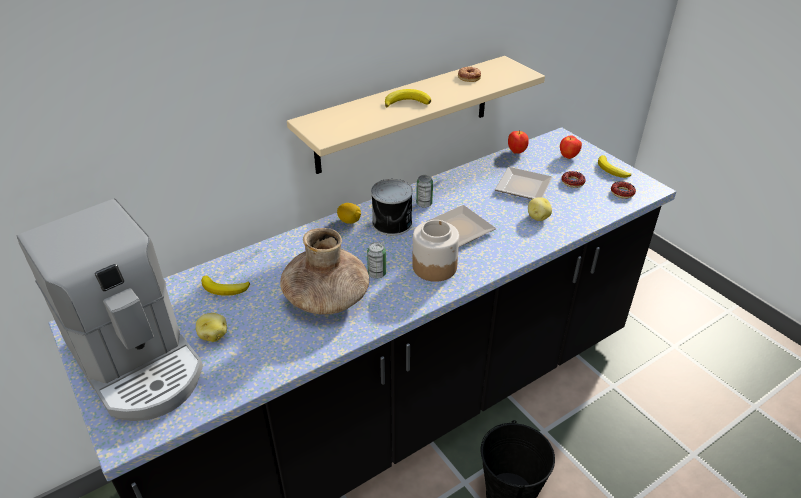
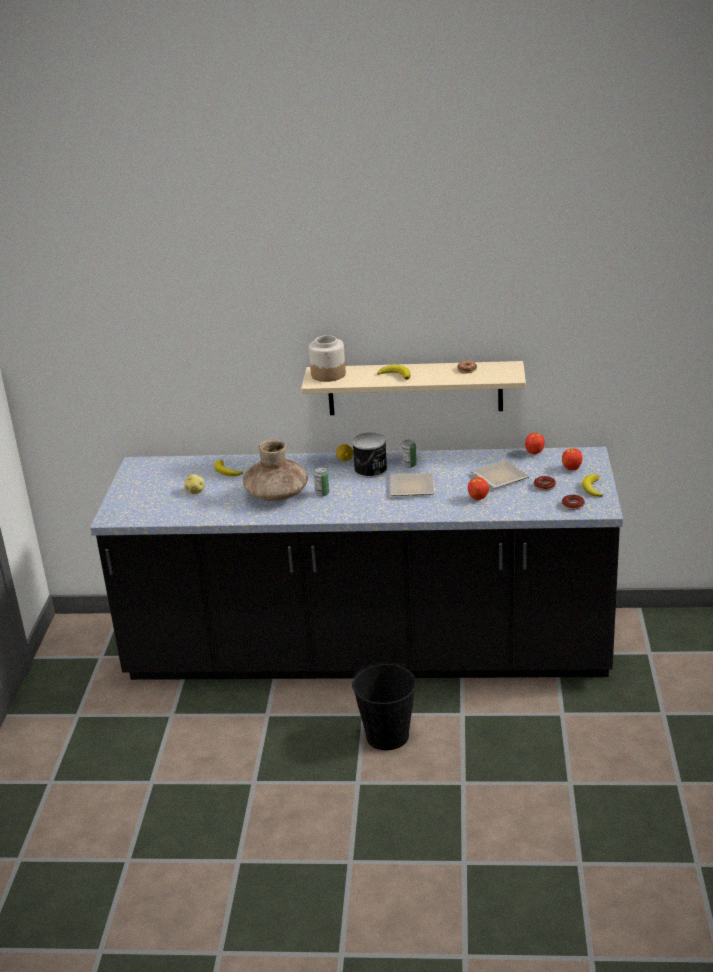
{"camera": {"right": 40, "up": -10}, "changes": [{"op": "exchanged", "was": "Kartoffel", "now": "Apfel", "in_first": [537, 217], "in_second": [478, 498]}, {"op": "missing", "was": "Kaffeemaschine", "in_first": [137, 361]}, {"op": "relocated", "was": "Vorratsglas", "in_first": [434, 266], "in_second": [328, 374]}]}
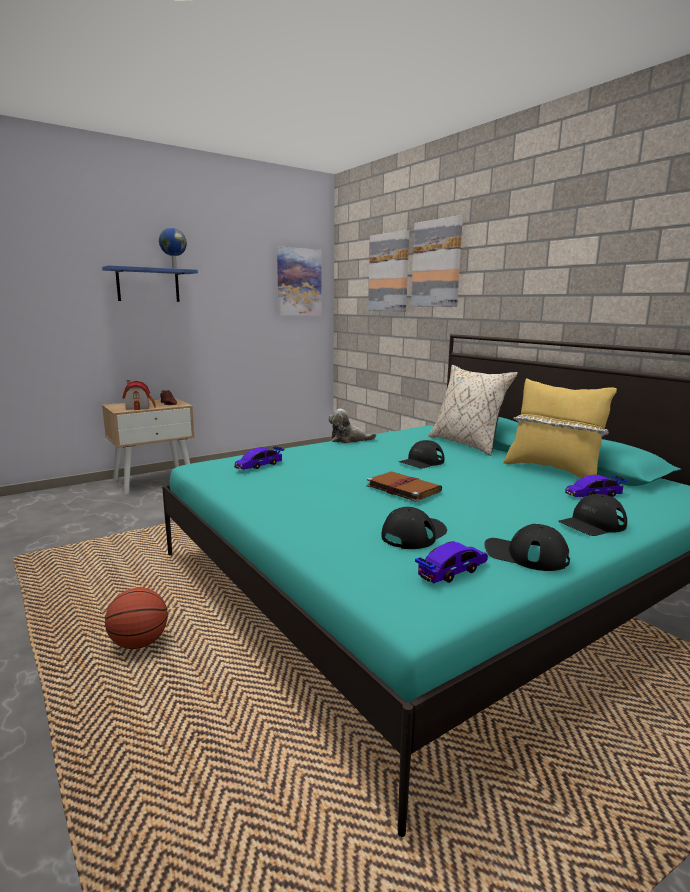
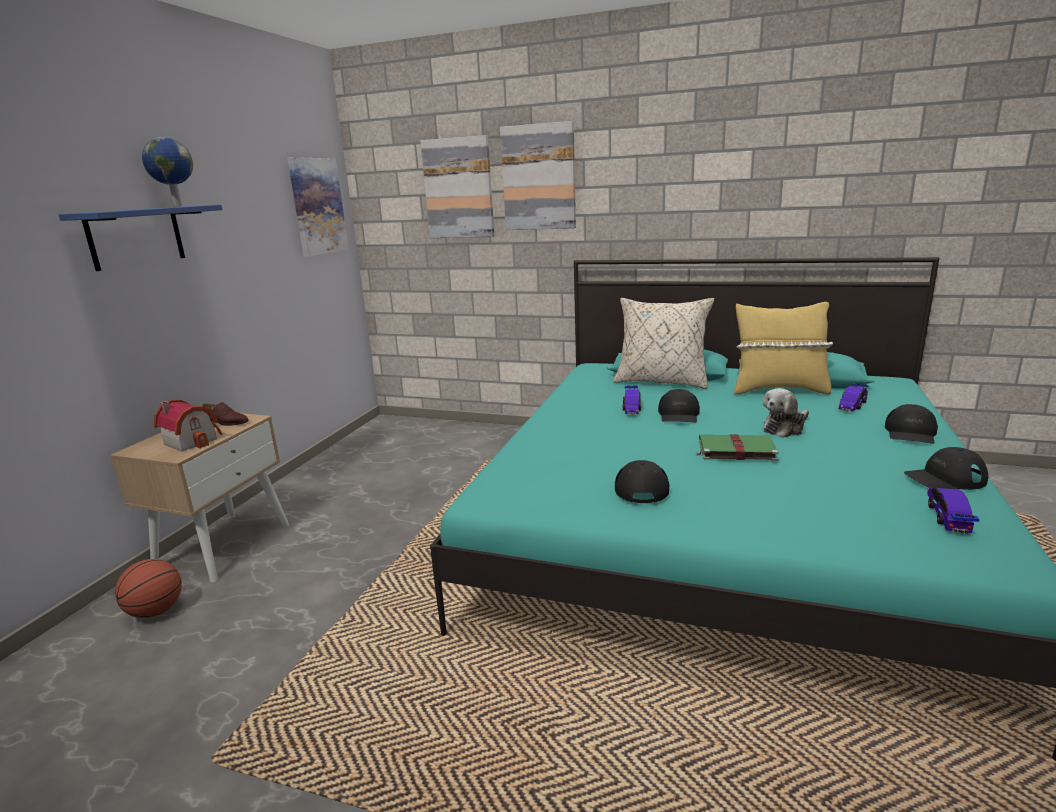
{"camera": {"right": -35, "up": 5}, "changes": [{"op": "relocated", "was": "Plüschtier", "in_first": [348, 440], "in_second": [785, 428]}, {"op": "relocated", "was": "Spielzeugauto", "in_first": [259, 465], "in_second": [631, 407]}, {"op": "colour", "was": "Buch [braun]", "now": "Buch [grün]", "in_first": [402, 488], "in_second": [735, 450]}, {"op": "relocated", "was": "Kappe [schwarz]", "in_first": [414, 534], "in_second": [641, 486]}, {"op": "relocated", "was": "Basketball", "in_first": [139, 643], "in_second": [156, 611]}]}
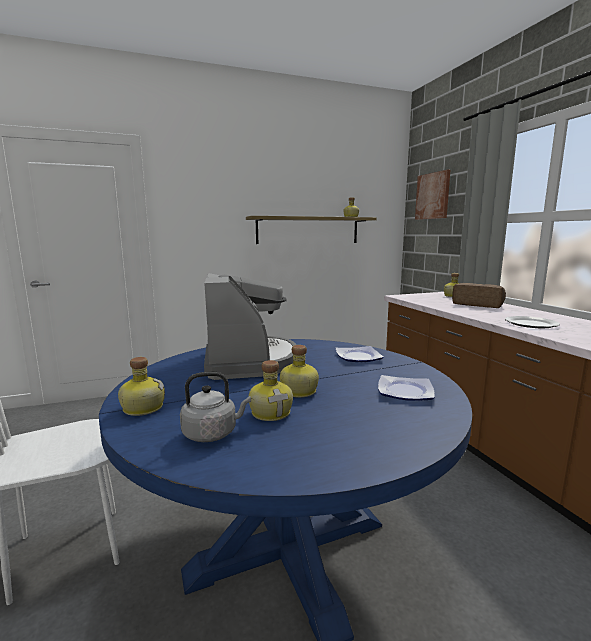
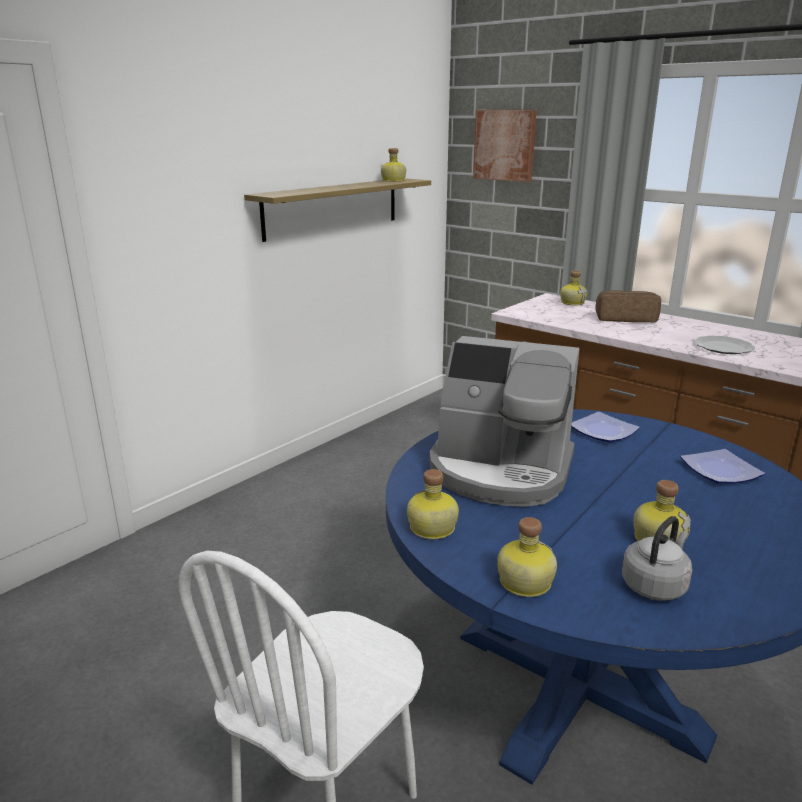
{"camera": {"right": -30, "up": 10}, "changes": [{"op": "spun", "was": "Kaffeemaschine", "in_first": [249, 361], "in_second": [500, 471], "clockwise": 150}, {"op": "relocated", "was": "Flasche", "in_first": [298, 391], "in_second": [431, 528]}]}
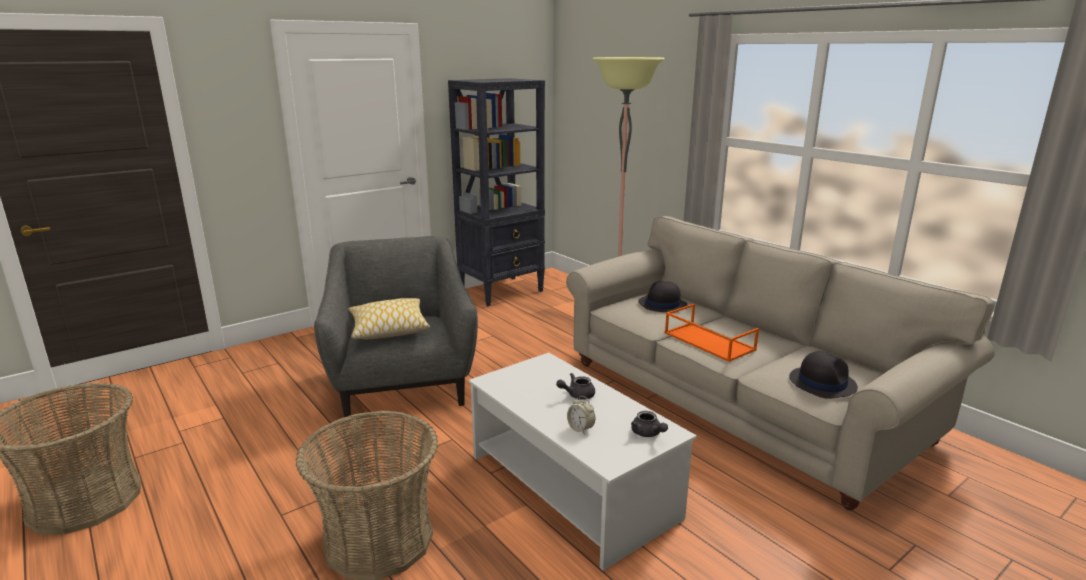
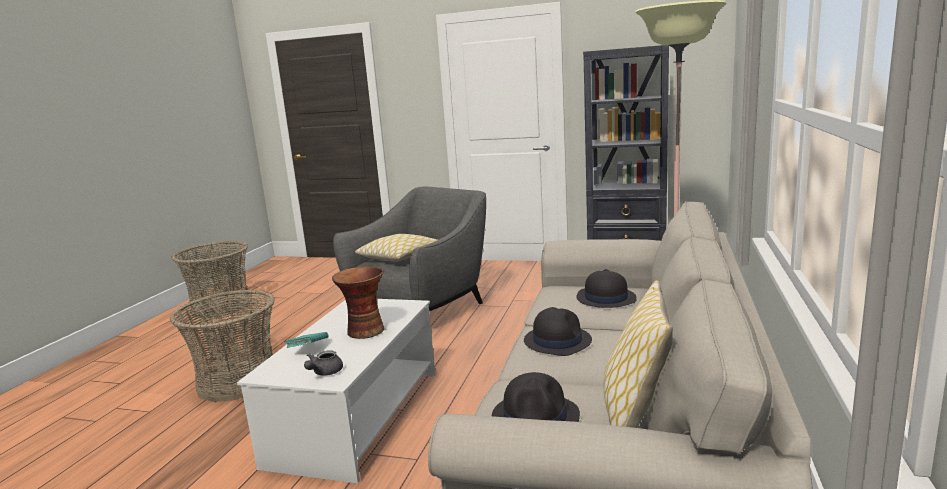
{"camera": {"right": 55, "up": -5}, "changes": [{"op": "exchanged", "was": "Tablett [orange]", "now": "Hut [schwarz]", "in_first": [707, 341], "in_second": [557, 340]}, {"op": "exchanged", "was": "Teekanne [grau]", "now": "Vase", "in_first": [577, 395], "in_second": [364, 331]}, {"op": "exchanged", "was": "Wecker", "now": "Buch [türkis]", "in_first": [580, 429], "in_second": [308, 349]}, {"op": "appeared", "now": "Kissen", "in_second": [635, 414]}]}
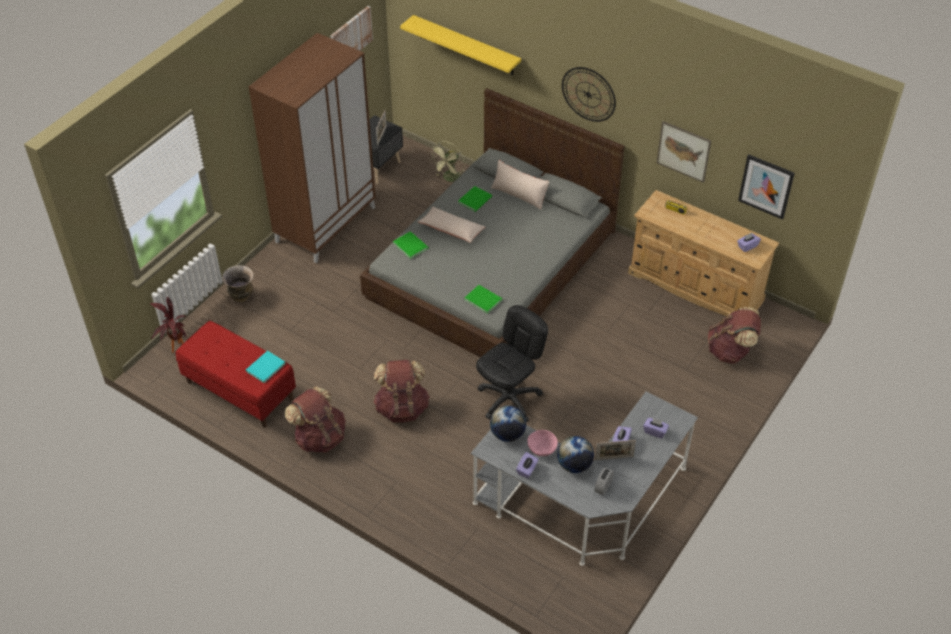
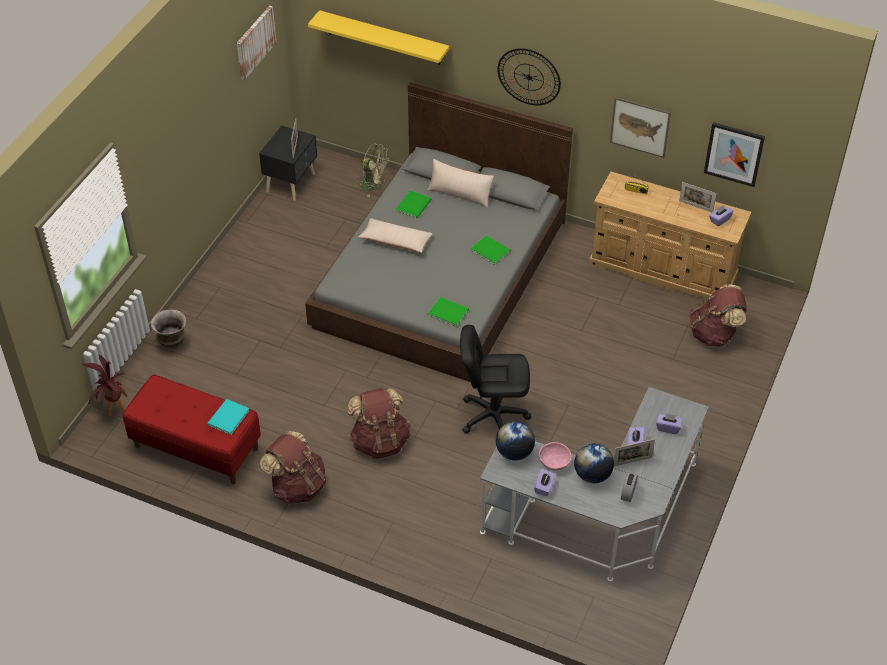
{"camera": {"right": -10, "up": 0}, "changes": [{"op": "missing", "was": "Kleiderschrank [braun]", "in_first": [325, 224]}, {"op": "spun", "was": "Ventilator [grün]", "in_first": [450, 179], "in_second": [373, 186], "clockwise": -90}, {"op": "relocated", "was": "Buch [grün]", "in_first": [410, 245], "in_second": [490, 250]}, {"op": "spun", "was": "Bürostuhl [schwarz]", "in_first": [509, 399], "in_second": [493, 416], "clockwise": -120}, {"op": "appeared", "now": "Bilderrahmen", "in_second": [696, 206]}]}
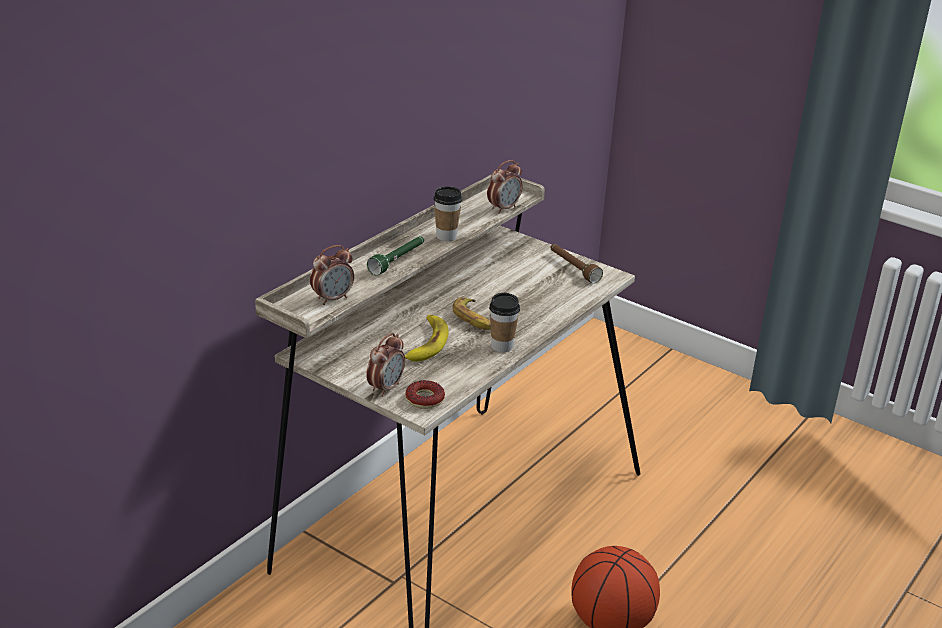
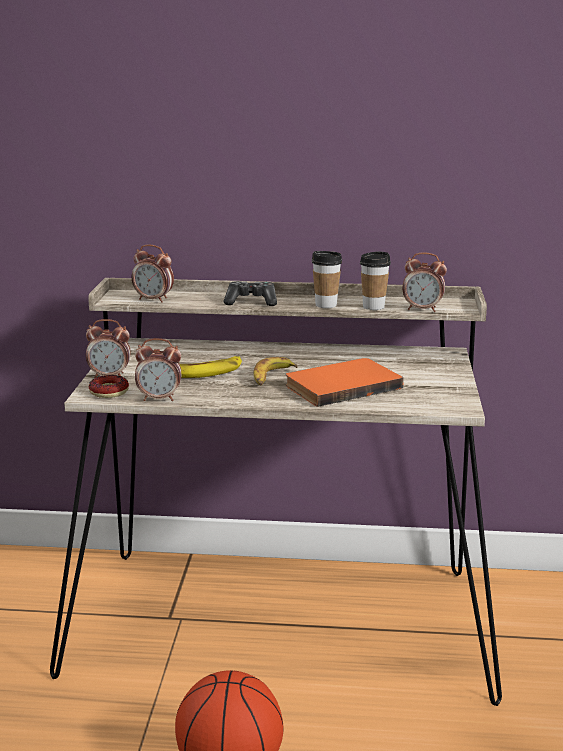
{"camera": {"right": 60, "up": -10}, "changes": [{"op": "exchanged", "was": "Taschenlampe [grün]", "now": "Gamepad", "in_first": [398, 261], "in_second": [251, 302]}, {"op": "missing", "was": "Taschenlampe [braun]", "in_first": [573, 268]}, {"op": "relocated", "was": "Tasse", "in_first": [502, 346], "in_second": [373, 307]}, {"op": "appeared", "now": "Wecker", "in_second": [159, 398]}, {"op": "appeared", "now": "Buch [orange]", "in_second": [341, 385]}]}
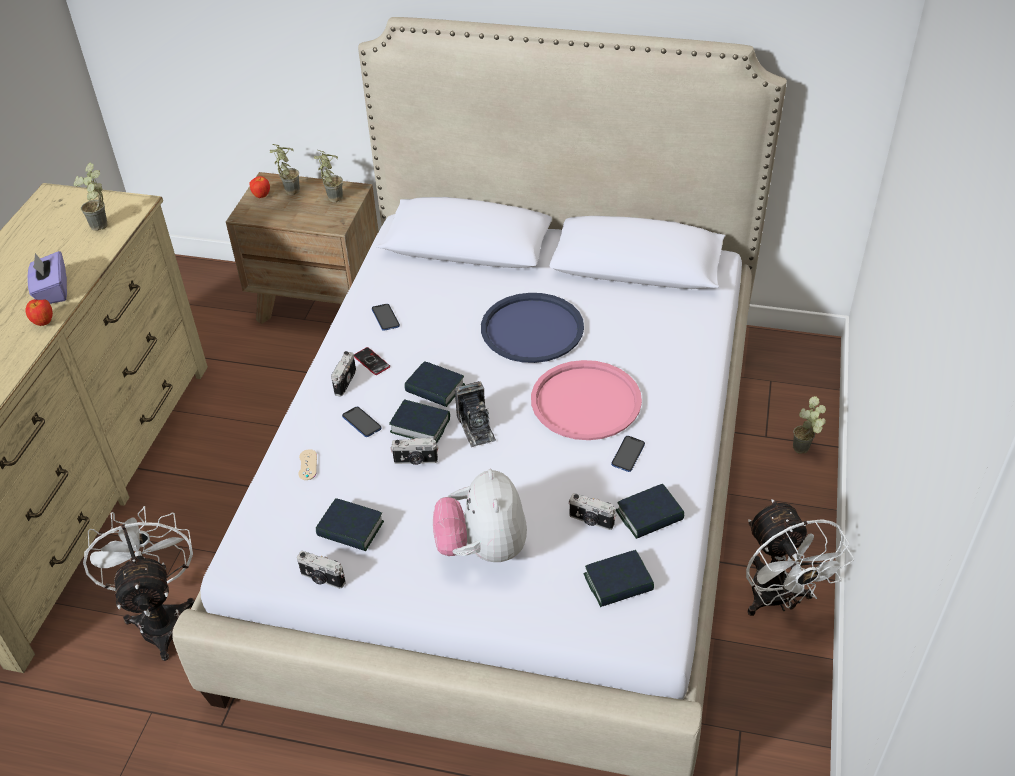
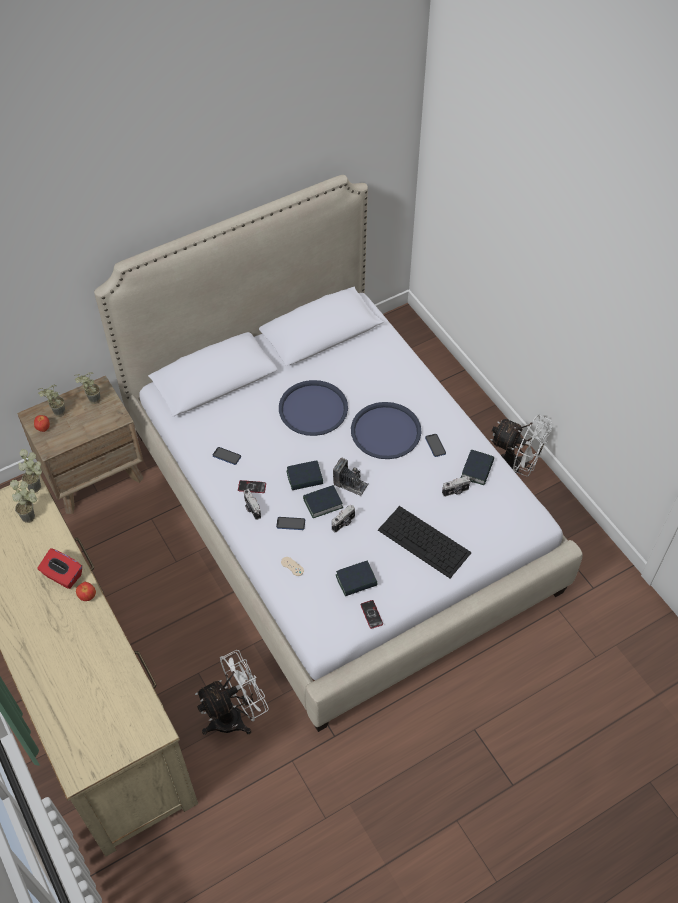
{"camera": {"right": -45, "up": 10}, "changes": [{"op": "colour", "was": "Taschentuchbox [lila]", "now": "Taschentuchbox [rot]", "in_first": [52, 291], "in_second": [63, 576]}, {"op": "colour", "was": "Tablett [rosa]", "now": "Tablett [blau]", "in_first": [586, 401], "in_second": [386, 431]}, {"op": "relocated", "was": "Topfpflanze", "in_first": [805, 450], "in_second": [39, 487]}, {"op": "exchanged", "was": "Plüschtier", "now": "Tastatur", "in_first": [483, 548], "in_second": [425, 541]}, {"op": "spun", "was": "Ventilator [weiß]", "in_first": [161, 617], "in_second": [235, 715], "clockwise": 120}, {"op": "missing", "was": "Buch", "in_first": [618, 583]}, {"op": "exchanged", "was": "Kamera", "now": "Handy", "in_first": [322, 579], "in_second": [371, 614]}]}
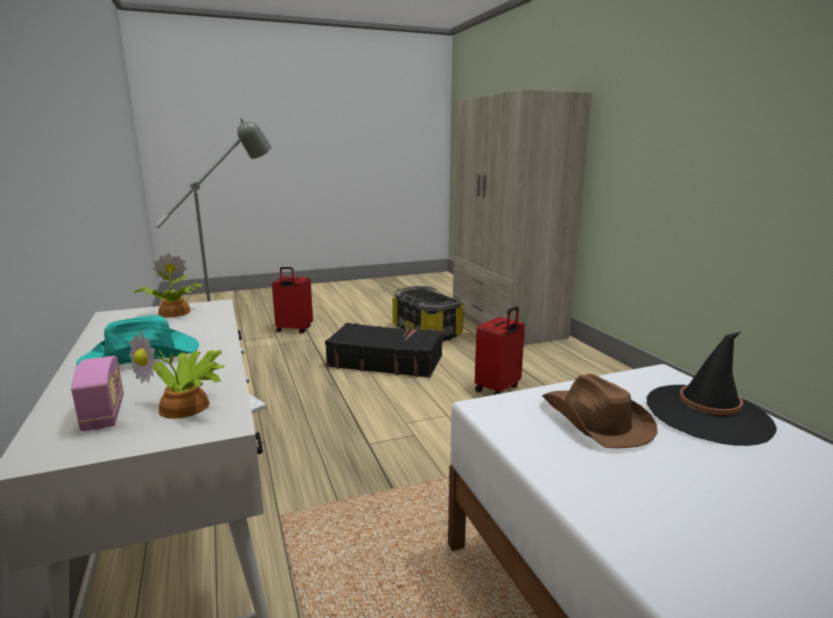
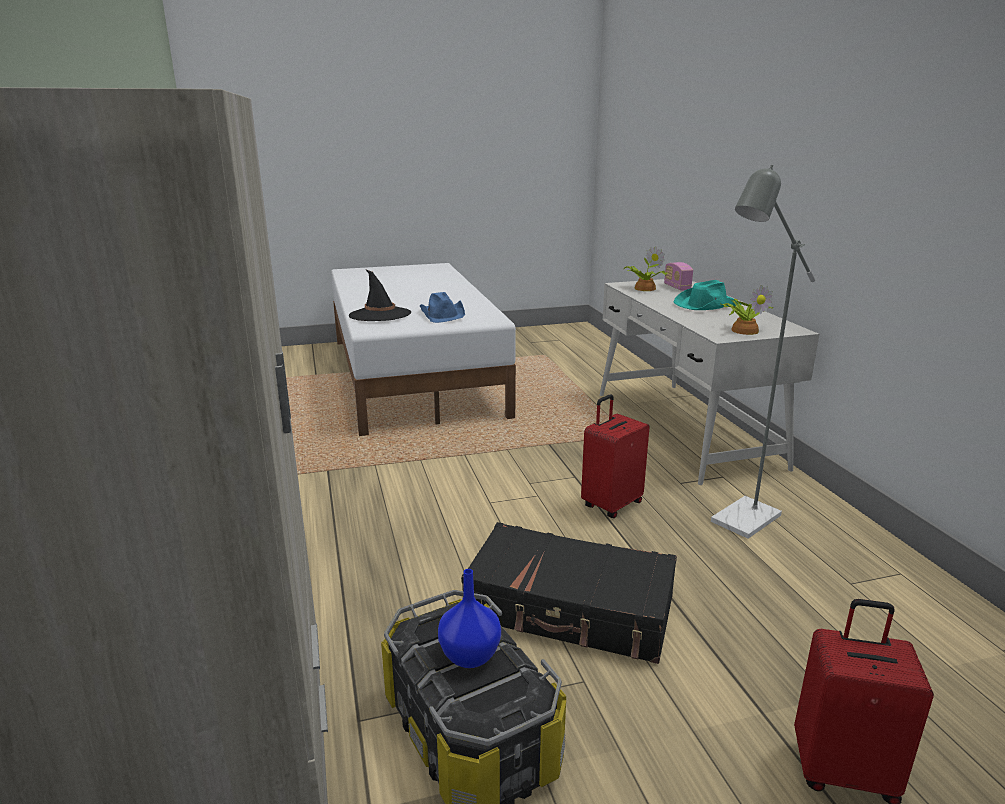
{"camera": {"right": -175, "up": 5}, "changes": [{"op": "relocated", "was": "Koffer [rot]", "in_first": [498, 389], "in_second": [611, 504]}, {"op": "colour", "was": "Hut [braun]", "now": "Hut [blau]", "in_first": [595, 420], "in_second": [443, 314]}, {"op": "appeared", "now": "Vase [blau]", "in_second": [469, 655]}]}
